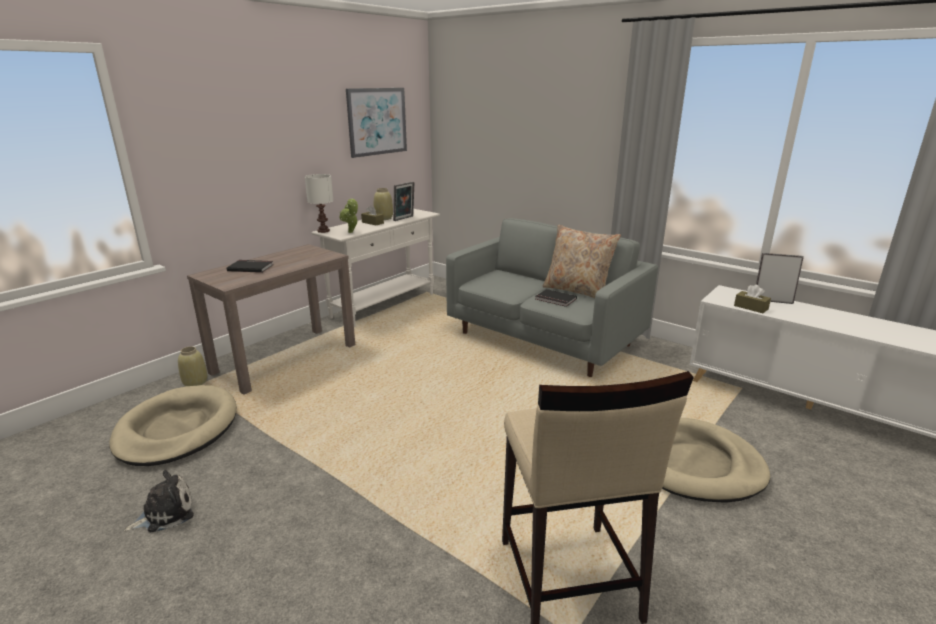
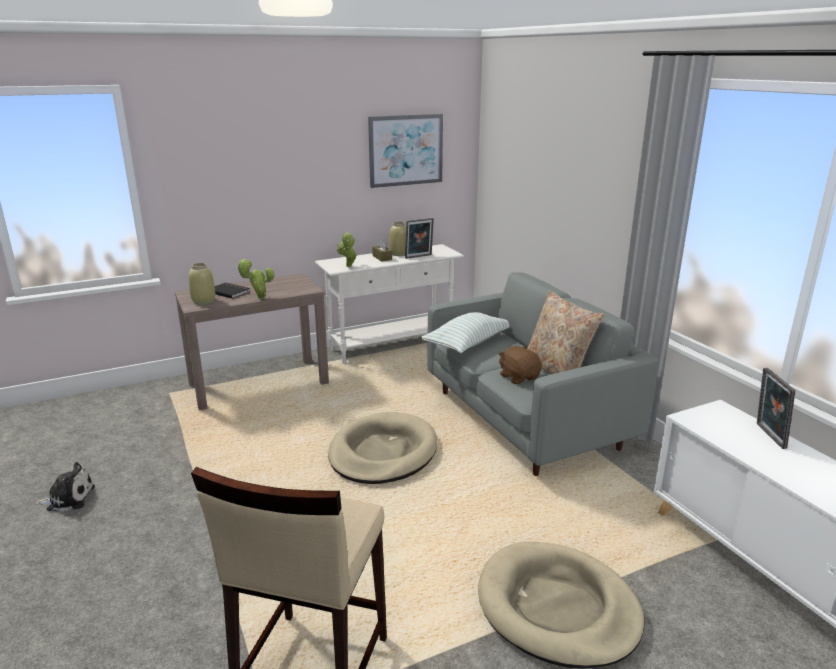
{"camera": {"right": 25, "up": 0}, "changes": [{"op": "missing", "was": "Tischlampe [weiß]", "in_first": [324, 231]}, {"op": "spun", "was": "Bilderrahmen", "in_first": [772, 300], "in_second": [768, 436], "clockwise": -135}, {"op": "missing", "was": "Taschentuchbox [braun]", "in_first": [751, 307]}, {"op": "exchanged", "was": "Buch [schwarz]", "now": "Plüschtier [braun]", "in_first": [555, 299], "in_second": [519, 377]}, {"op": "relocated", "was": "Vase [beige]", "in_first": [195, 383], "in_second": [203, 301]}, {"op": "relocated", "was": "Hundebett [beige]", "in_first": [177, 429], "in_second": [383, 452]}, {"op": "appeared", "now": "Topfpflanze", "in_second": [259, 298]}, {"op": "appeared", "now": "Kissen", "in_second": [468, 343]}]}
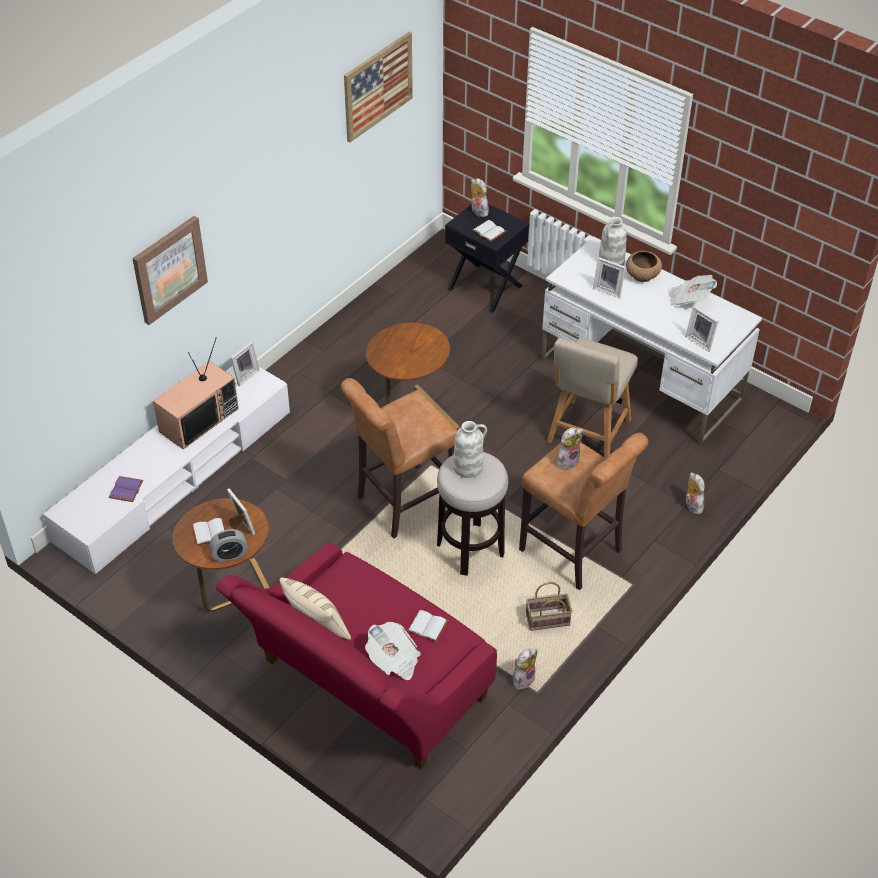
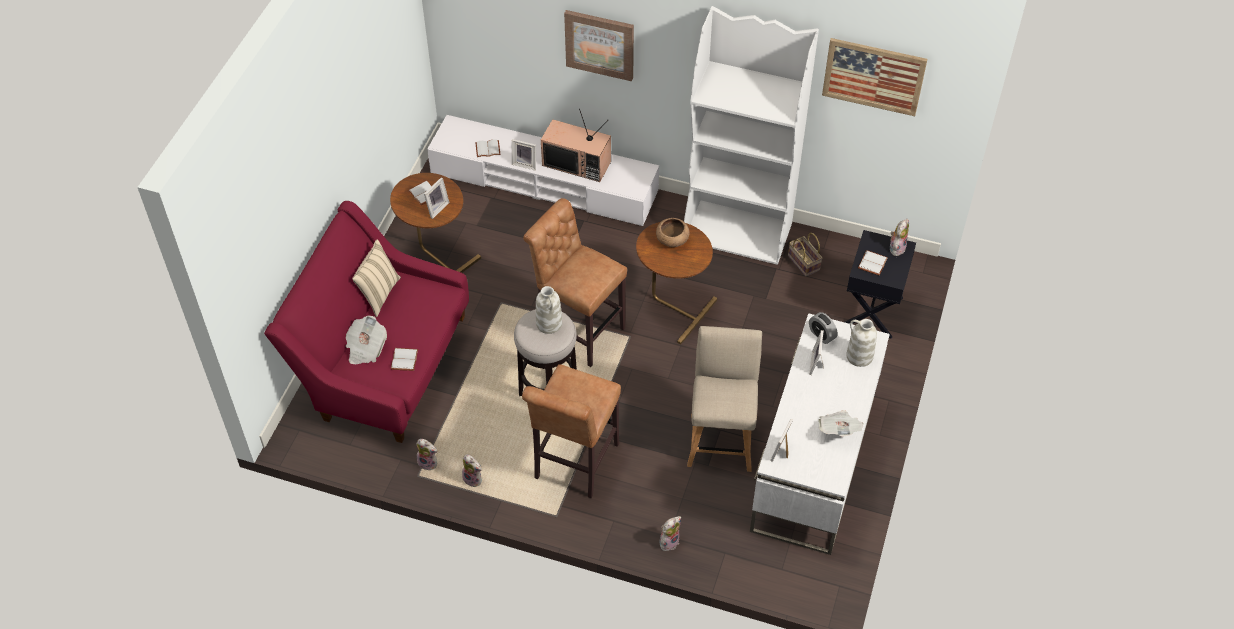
{"camera": {"right": 70, "up": 5}, "changes": [{"op": "relocated", "was": "Schüssel [braun]", "in_first": [642, 275], "in_second": [672, 240]}, {"op": "spun", "was": "Stuhl [beige]", "in_first": [587, 434], "in_second": [721, 439], "clockwise": 90}, {"op": "relocated", "was": "Bilderrahmen", "in_first": [244, 375], "in_second": [525, 164]}, {"op": "relocated", "was": "Plüschtier", "in_first": [567, 461], "in_second": [474, 479]}, {"op": "colour", "was": "Buch [lila]", "now": "Buch [weiß]", "in_first": [127, 490], "in_second": [487, 150]}, {"op": "relocated", "was": "Wecker", "in_first": [230, 554], "in_second": [821, 335]}, {"op": "relocated", "was": "Korb", "in_first": [546, 620], "in_second": [802, 262]}, {"op": "appeared", "now": "Bücherregal [weiß]", "in_second": [738, 232]}]}
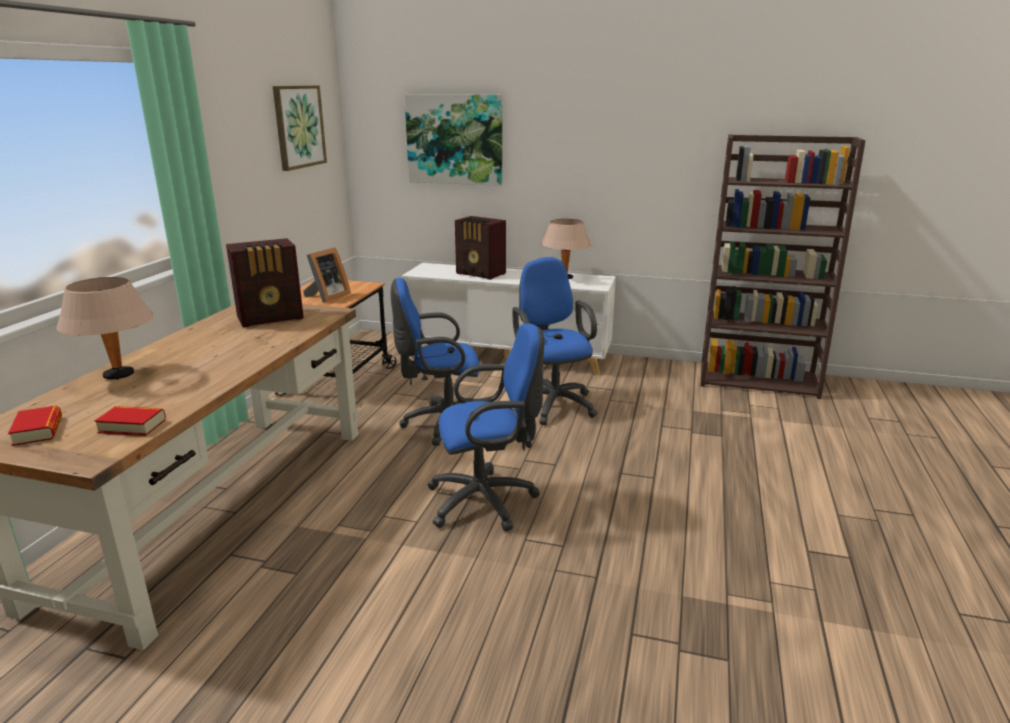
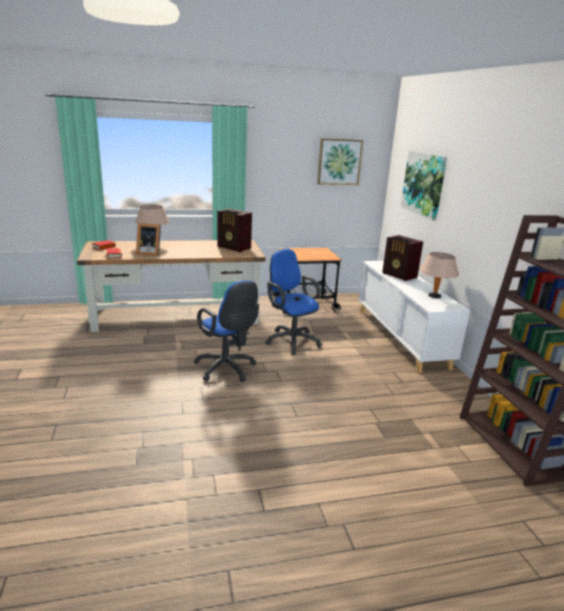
{"camera": {"right": 60, "up": 0}, "changes": [{"op": "spun", "was": "Radio", "in_first": [481, 274], "in_second": [399, 275], "clockwise": -45}, {"op": "relocated", "was": "Bilderrahmen", "in_first": [327, 297], "in_second": [149, 253]}, {"op": "missing", "was": "Bürostuhl [blau]", "in_first": [552, 403]}]}
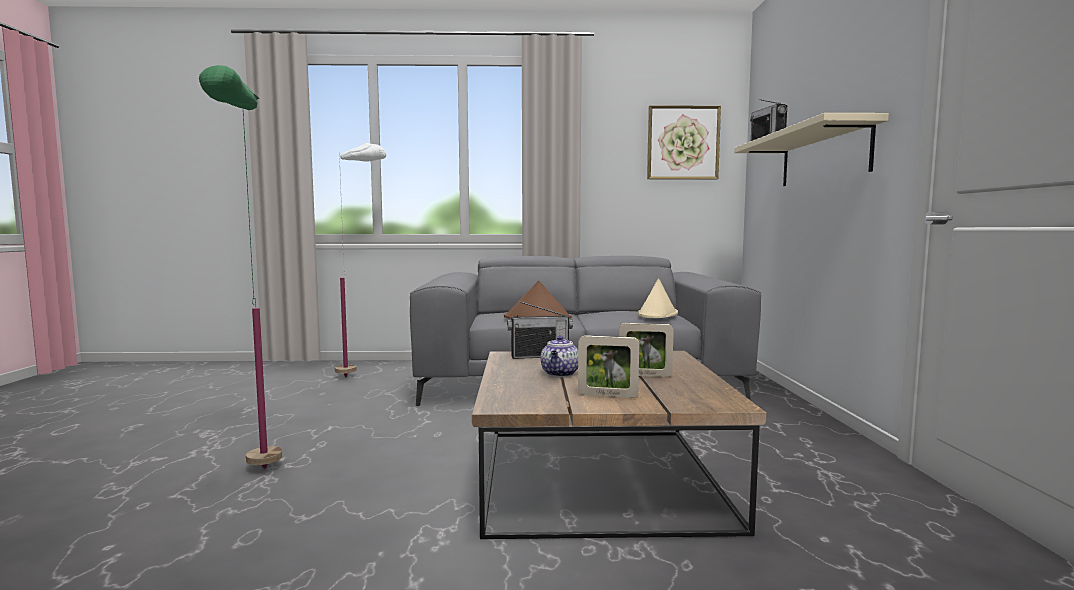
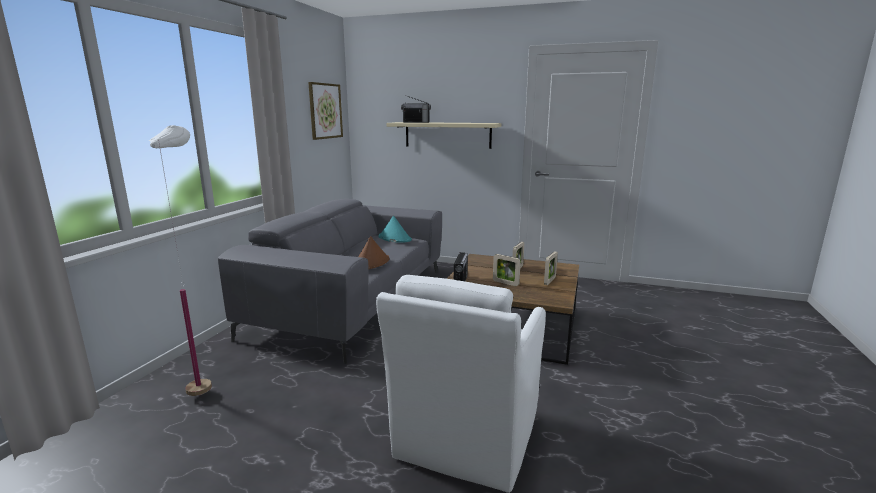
{"camera": {"right": -70, "up": 10}, "changes": [{"op": "exchanged", "was": "Stehlampe [grün]", "now": "Sessel [weiß]", "in_first": [257, 480], "in_second": [465, 438]}, {"op": "colour", "was": "Hut [beige]", "now": "Hut [türkis]", "in_first": [657, 314], "in_second": [394, 238]}, {"op": "exchanged", "was": "Teekanne", "now": "Bilderrahmen", "in_first": [560, 374], "in_second": [505, 283]}]}
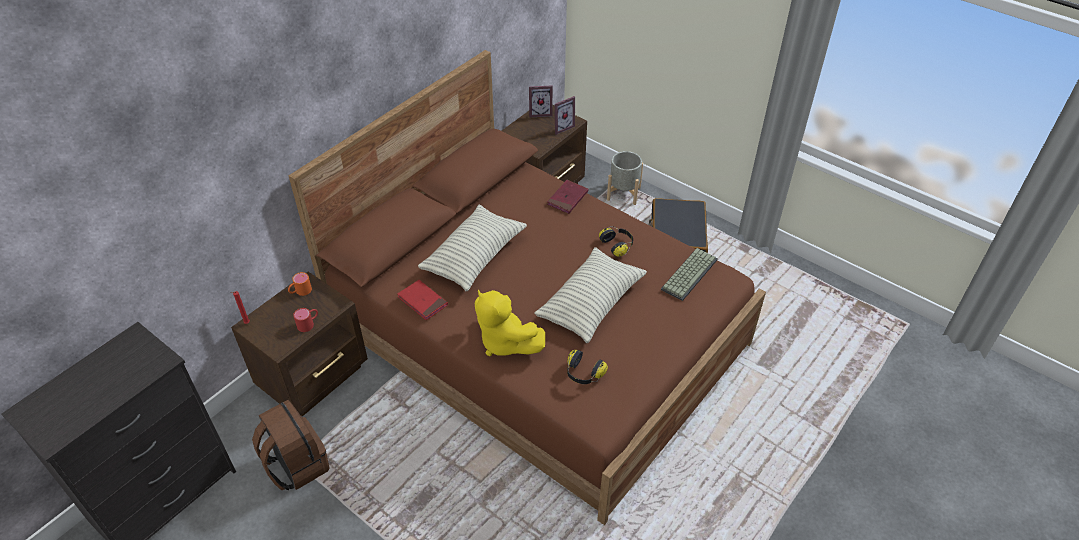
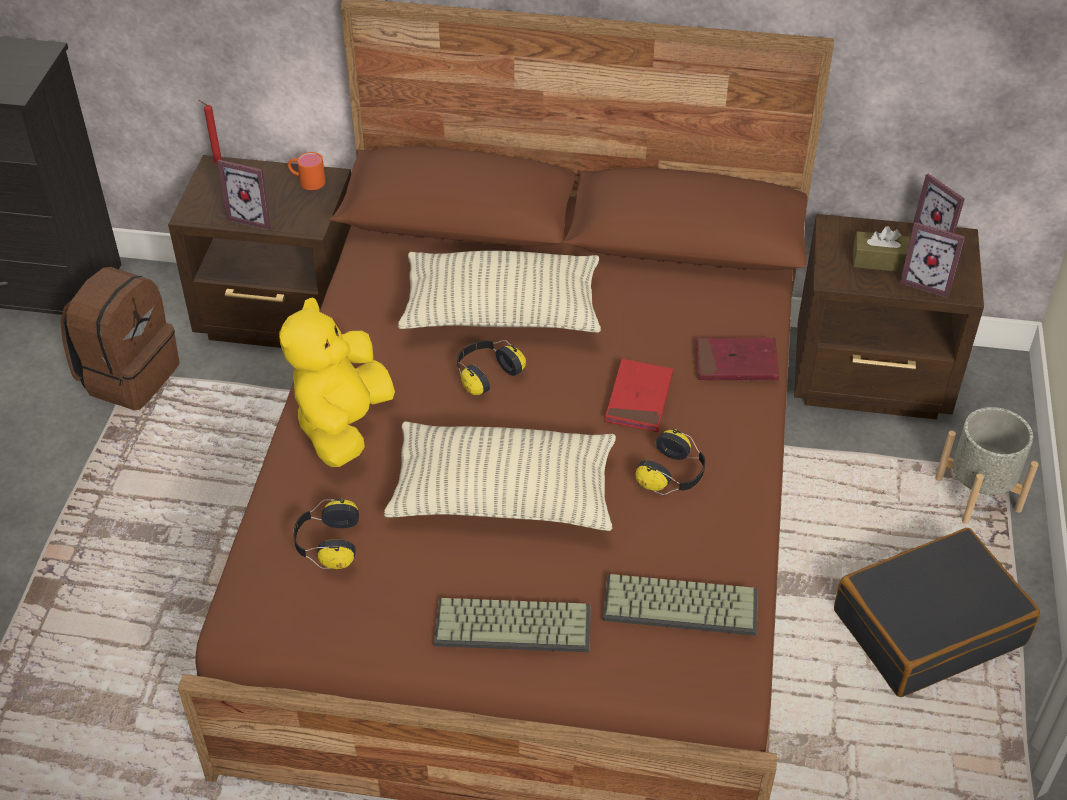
{"camera": {"right": 60, "up": 0}, "changes": [{"op": "relocated", "was": "Buch [rot]", "in_first": [422, 301], "in_second": [639, 398]}, {"op": "exchanged", "was": "Henkelbecher [rot]", "now": "Bilderrahmen", "in_first": [309, 323], "in_second": [254, 216]}, {"op": "appeared", "now": "Taschentuchbox [braun]", "in_second": [879, 260]}, {"op": "appeared", "now": "Kopfhörer", "in_second": [486, 374]}, {"op": "appeared", "now": "Tastatur", "in_second": [514, 624]}]}
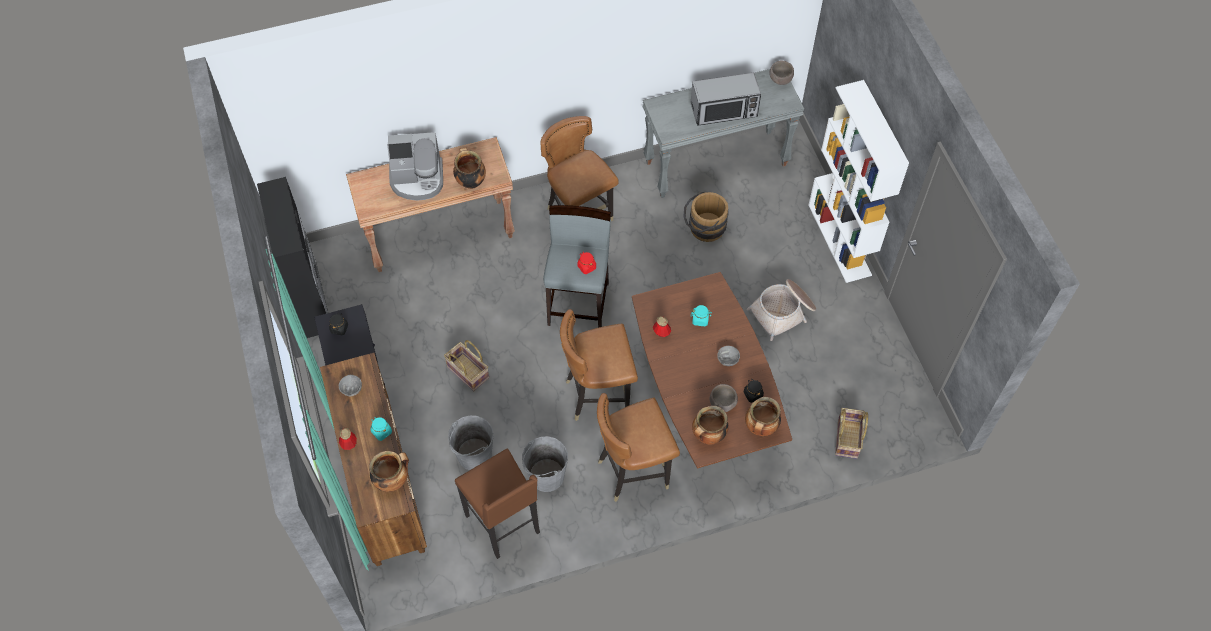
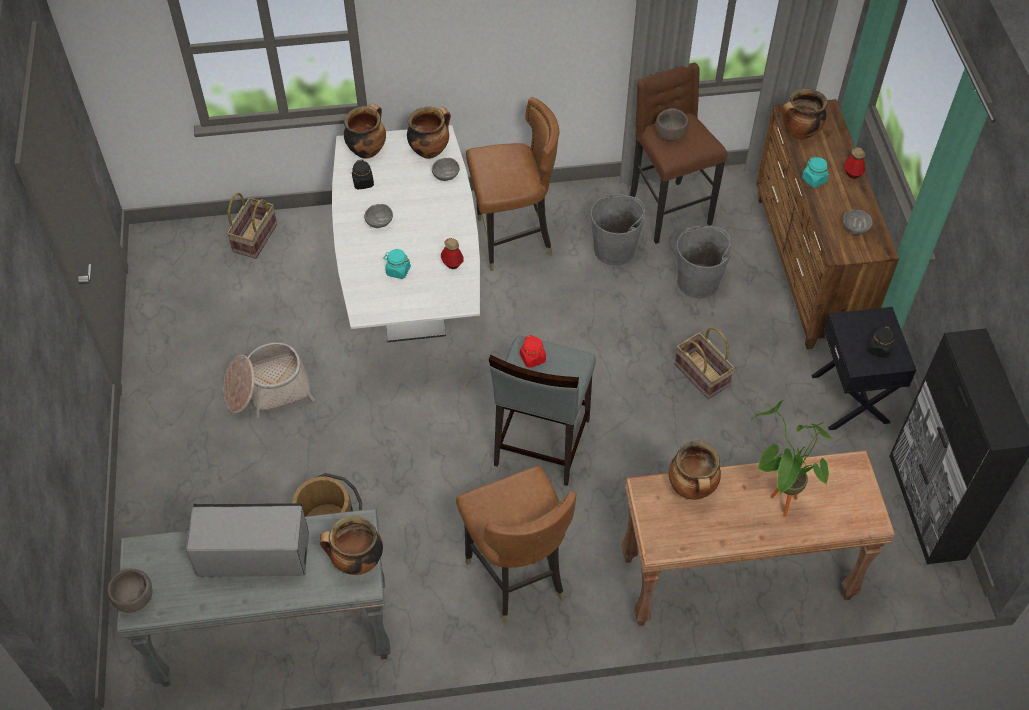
{"camera": {"right": -170, "up": -5}, "changes": [{"op": "missing", "was": "Bücherregal [weiß]", "in_first": [840, 240]}, {"op": "exchanged", "was": "Kaffeemaschine", "now": "Topfpflanze", "in_first": [417, 179], "in_second": [777, 505]}, {"op": "colour", "was": "Esstisch [braun]", "now": "Esstisch [weiß]", "in_first": [703, 407], "in_second": [411, 293]}, {"op": "missing", "was": "Stuhl [braun]", "in_first": [598, 395]}, {"op": "relocated", "was": "Schüssel [braun]", "in_first": [722, 404], "in_second": [670, 134]}, {"op": "appeared", "now": "Schüssel [grau]", "in_second": [446, 175]}, {"op": "appeared", "now": "Kochtopf", "in_second": [356, 562]}]}
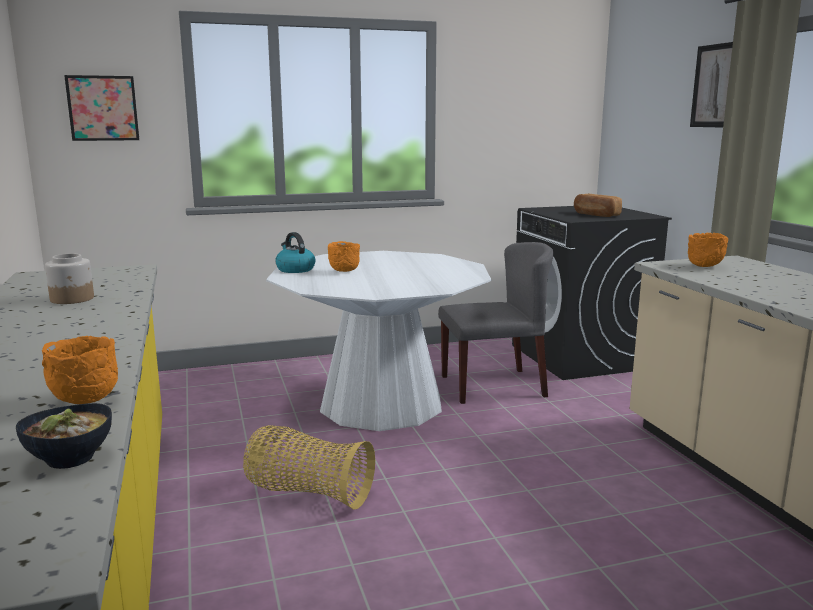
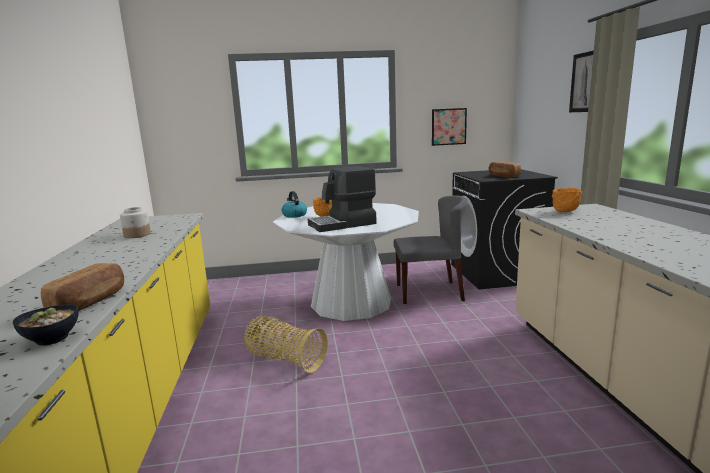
{"camera": {"right": 10, "up": 0}, "changes": [{"op": "relocated", "was": "Bild", "in_first": [103, 108], "in_second": [448, 126]}, {"op": "exchanged", "was": "Schüssel [orange]", "now": "Brot", "in_first": [84, 402], "in_second": [90, 301]}, {"op": "appeared", "now": "Kaffeemaschine", "in_second": [343, 224]}]}
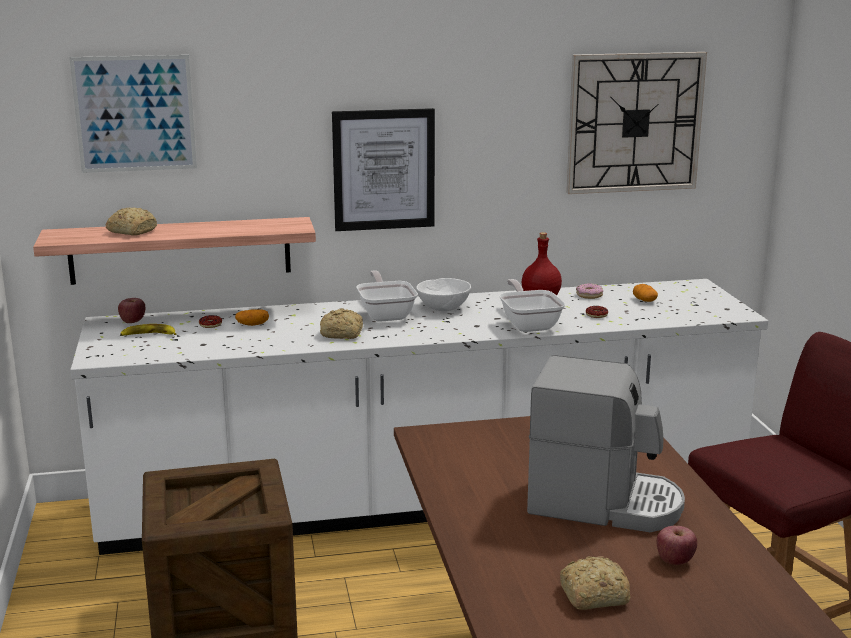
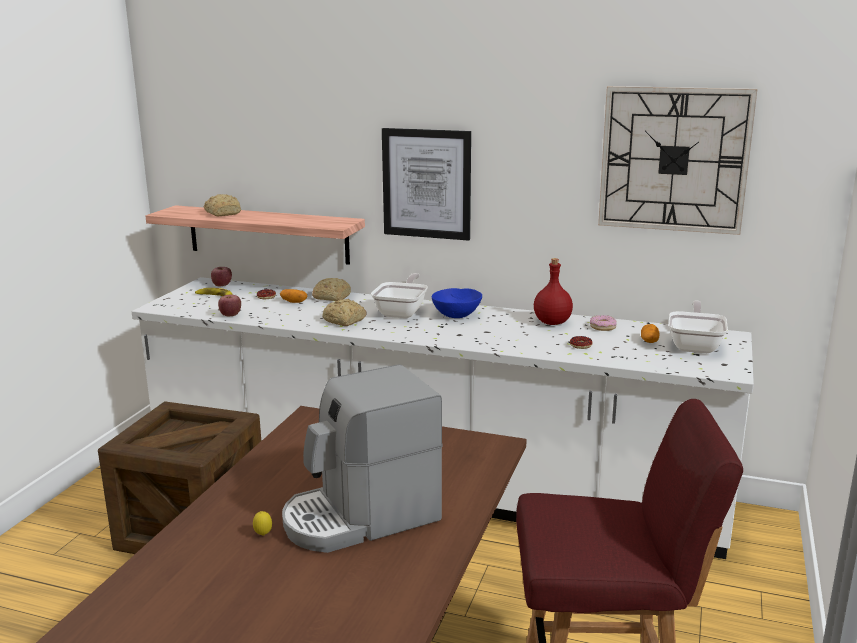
{"camera": {"right": 30, "up": 0}, "changes": [{"op": "missing", "was": "Bild", "in_first": [134, 114]}, {"op": "colour", "was": "Schüssel [weiß]", "now": "Schüssel [blau]", "in_first": [443, 307], "in_second": [456, 315]}, {"op": "relocated", "was": "Pfanne", "in_first": [529, 324], "in_second": [695, 345]}, {"op": "spun", "was": "Kaffeemaschine", "in_first": [604, 503], "in_second": [360, 517], "clockwise": 105}, {"op": "relocated", "was": "Apfel", "in_first": [675, 561], "in_second": [230, 315]}, {"op": "relocated", "was": "Brot", "in_first": [591, 596], "in_second": [331, 297]}, {"op": "appeared", "now": "Zitrone", "in_second": [263, 535]}]}
